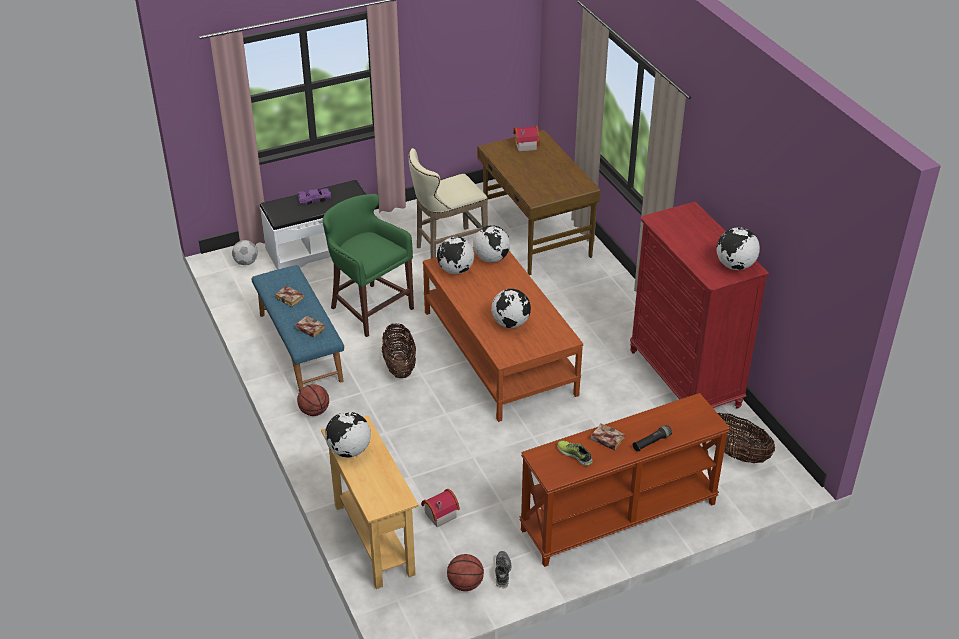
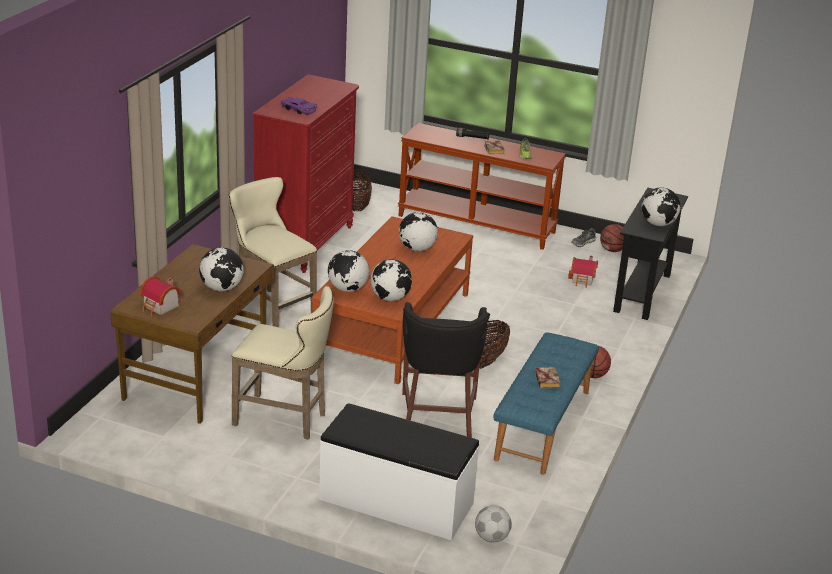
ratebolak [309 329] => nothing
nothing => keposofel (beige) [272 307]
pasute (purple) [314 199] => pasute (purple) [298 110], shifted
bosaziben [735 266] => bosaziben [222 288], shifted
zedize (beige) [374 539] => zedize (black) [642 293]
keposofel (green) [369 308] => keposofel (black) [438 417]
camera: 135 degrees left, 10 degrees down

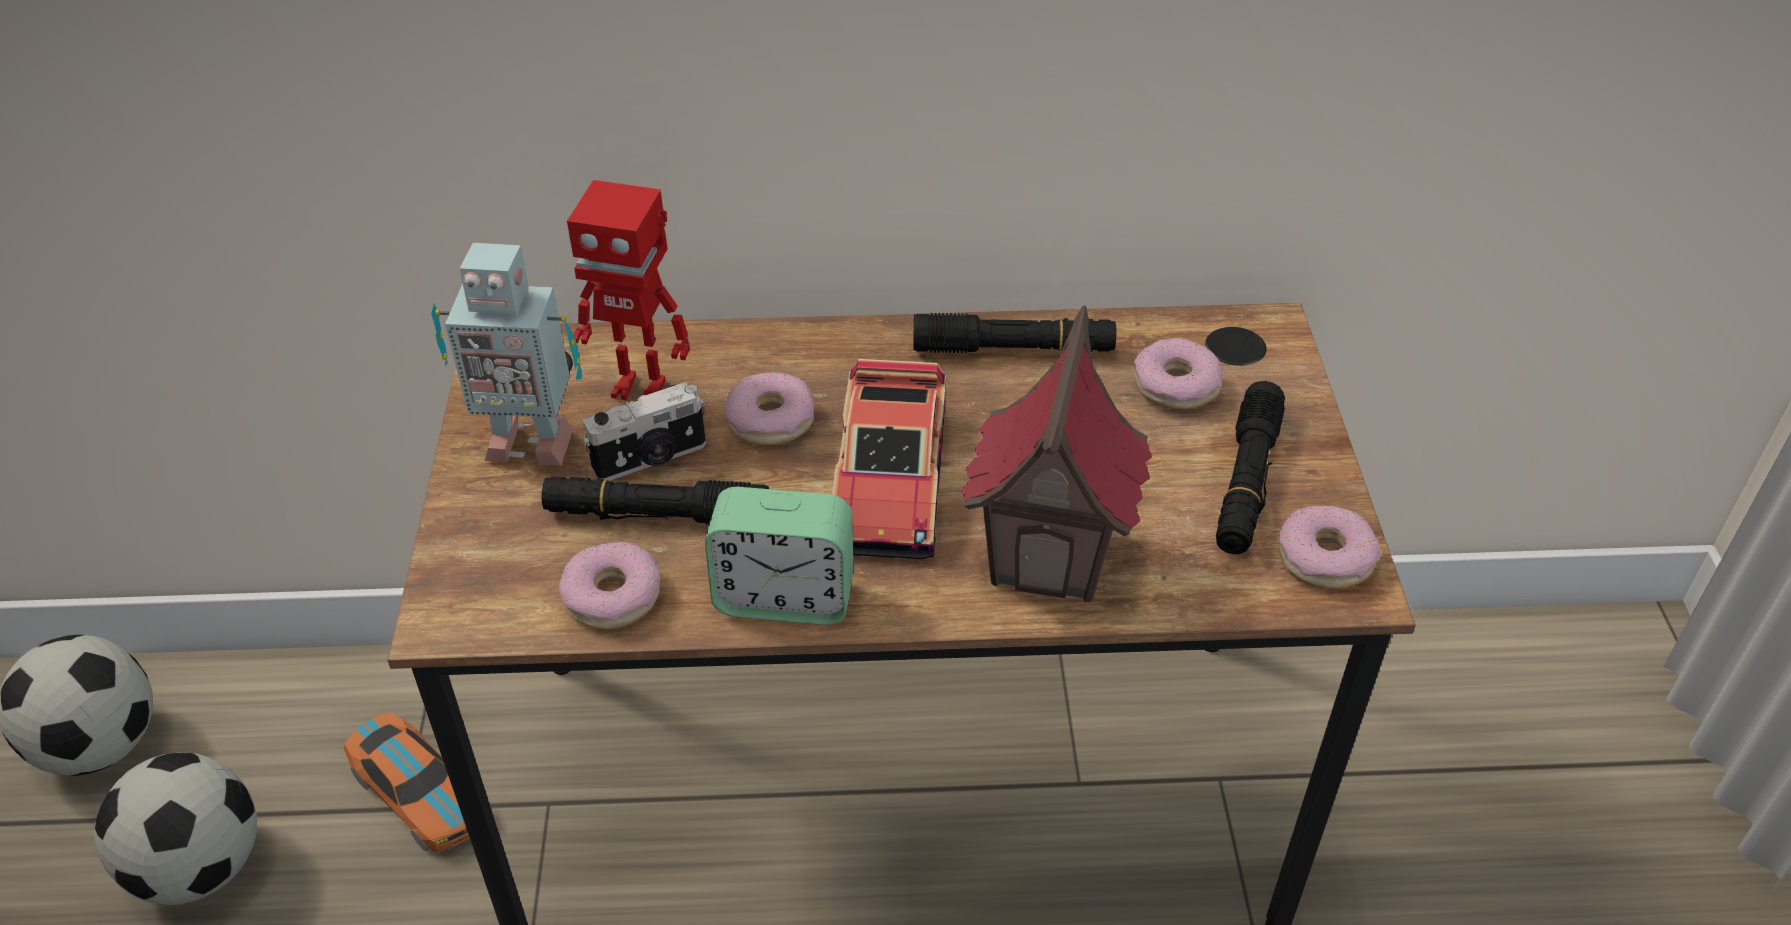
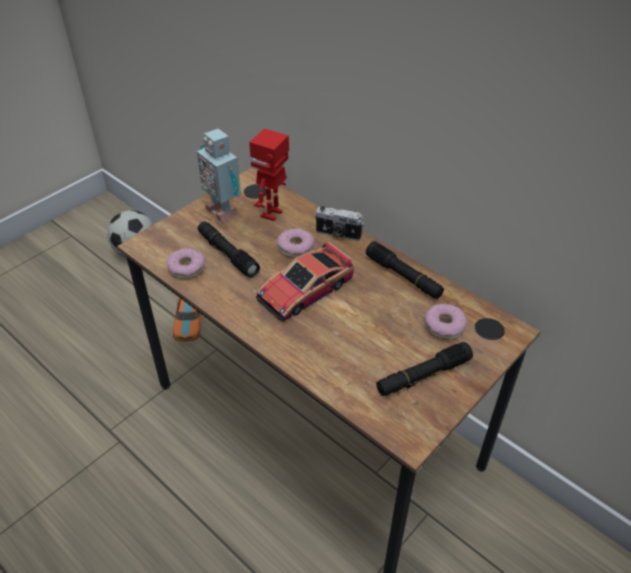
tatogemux [199 866] => nothing
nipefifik [784 597] => nothing
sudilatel [1051 556] => nothing
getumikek [1325 558] => nothing
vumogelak [651 459] => vumogelak [338 234], shifted
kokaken [641 387] => kokaken [272 214], 60 degrees clockwise
camera: 45 degrees right, 0 degrees up

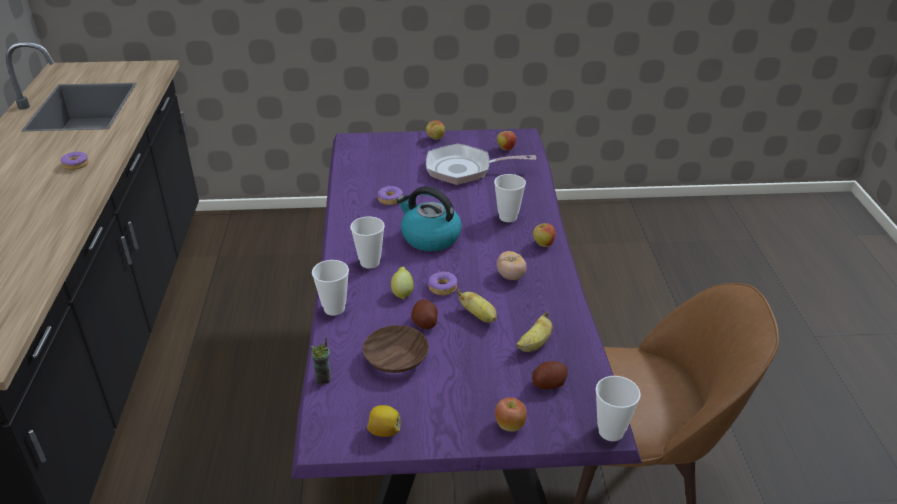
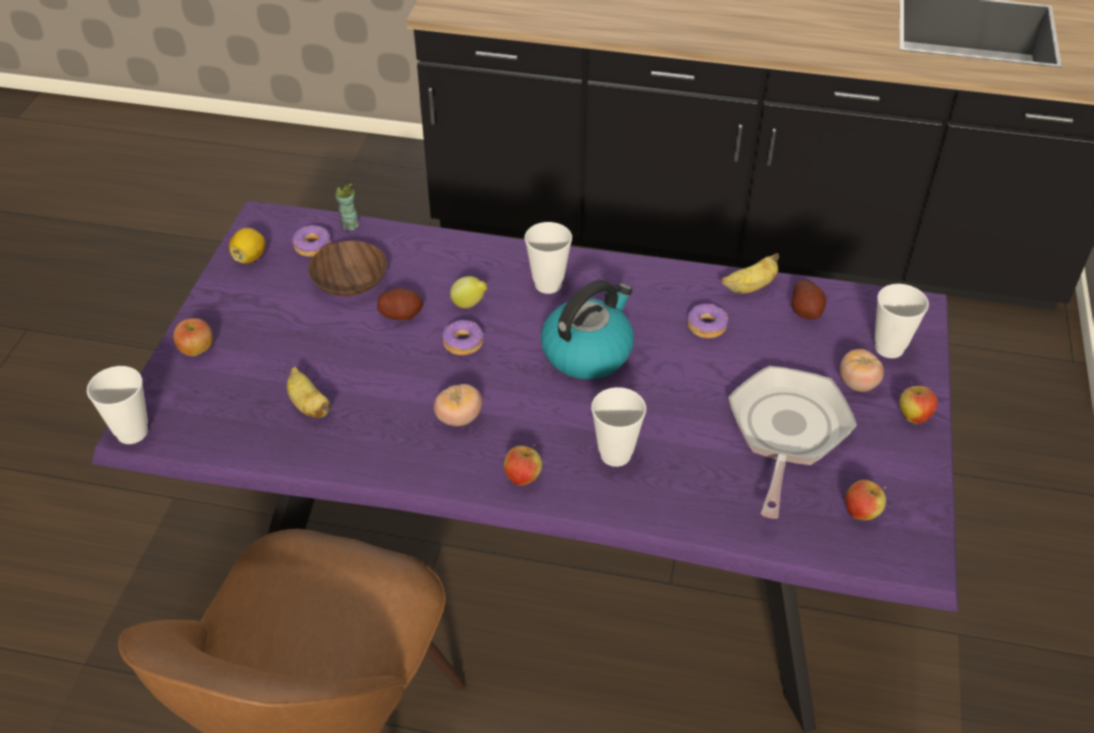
nothing => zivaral [857 383]
getumikek [76 165] => getumikek [313 246], shifted
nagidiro [334 308] => nagidiro [889 348], shifted
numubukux [479 316] => numubukux [750 287], shifted
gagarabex [548 383] => gagarabex [806 311], shifted
camera: 105 degrees right, 10 degrees up

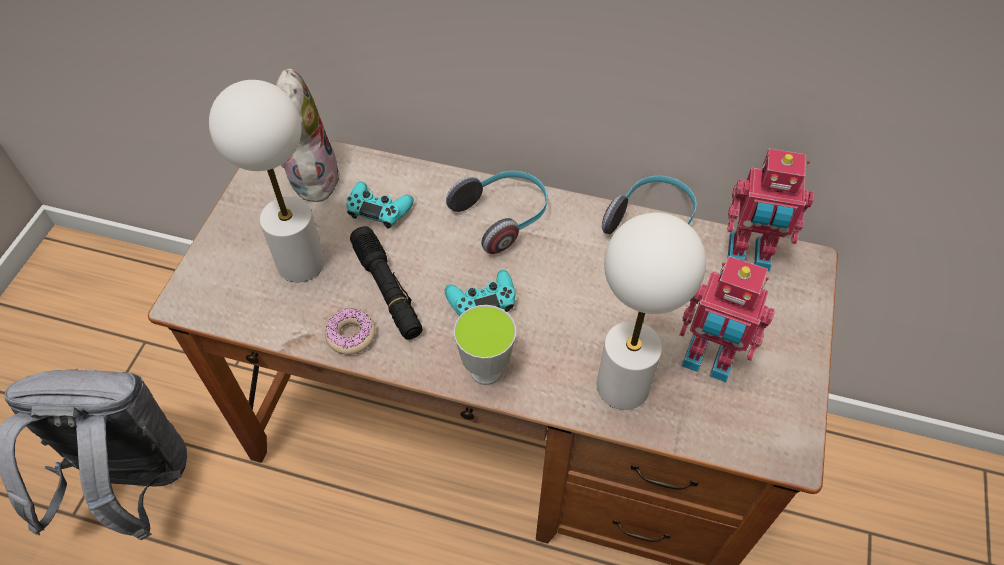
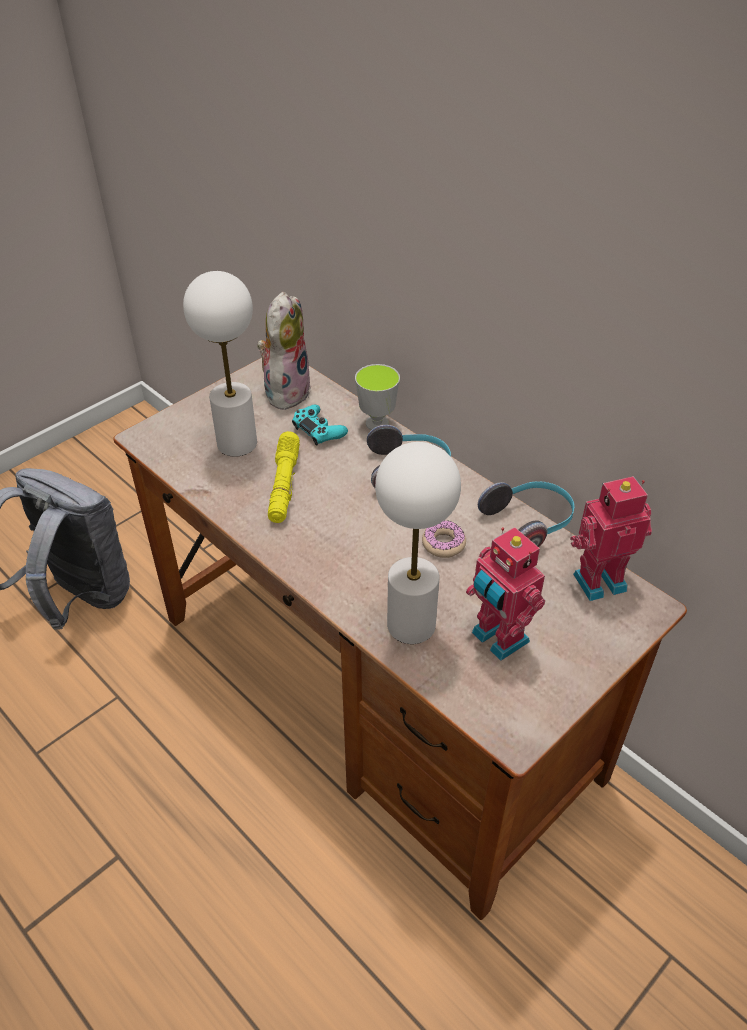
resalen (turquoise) [482 300] => nothing
getumikek [351 335] => getumikek [443 544], shifted
nagidiro [486 371] => nagidiro [377 423], shifted
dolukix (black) [387 289] => dolukix (yellow) [284 484]
kokaken [749 256] => kokaken [598 579], 120 degrees clockwise
camera: 30 degrees right, 10 degrees down

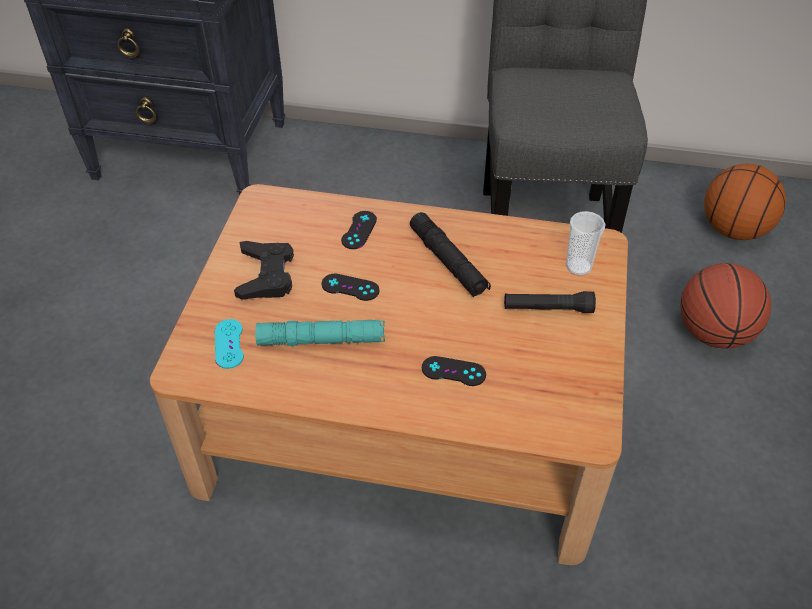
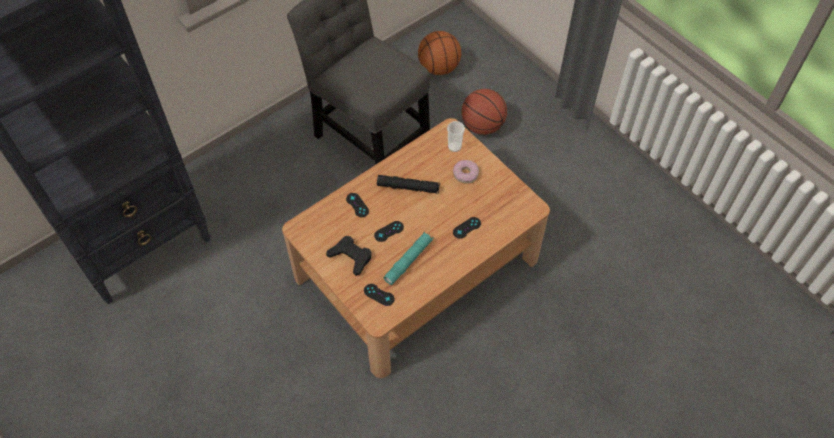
dolukix (black) [547 309] => getumikek [466 174]
resalen (turquoise) [229 344] => resalen (black) [379 295]
camera: 50 degrees left, 10 degrees up

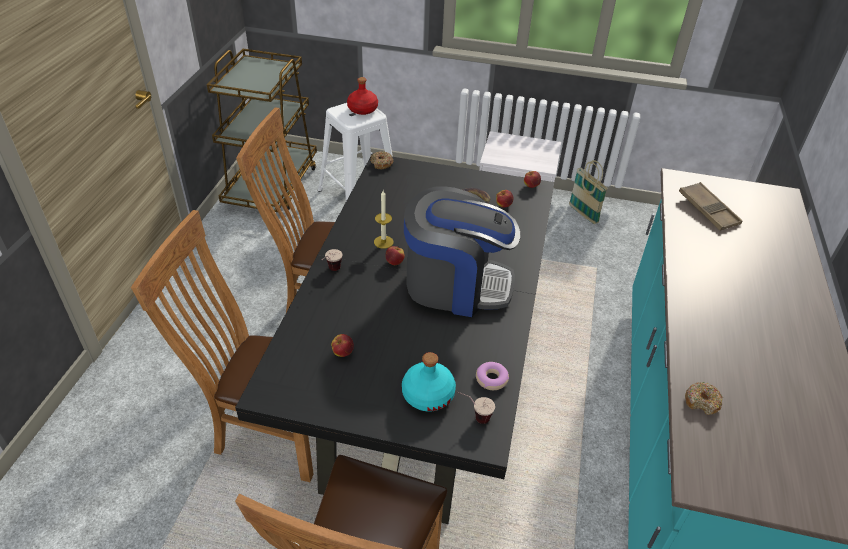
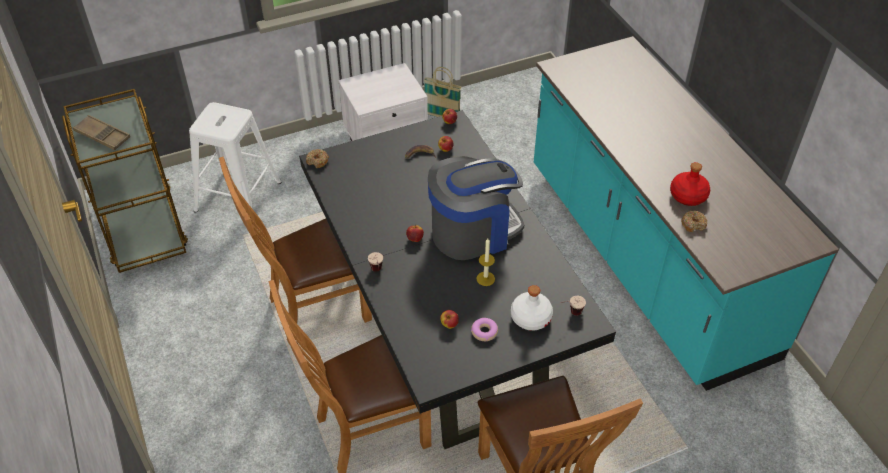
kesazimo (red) [363 109] => kesazimo (red) [688 196], shifted
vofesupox [383 242] => vofesupox [485 278], shifted
getumikek [491 379] => getumikek [484 332], shifted
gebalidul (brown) [708 210] => gebalidul (brown) [102 136], shifted
kesazimo (turquoise) [427 394] => kesazimo (white) [530 317]
camera: 35 degrees left, 5 degrees up

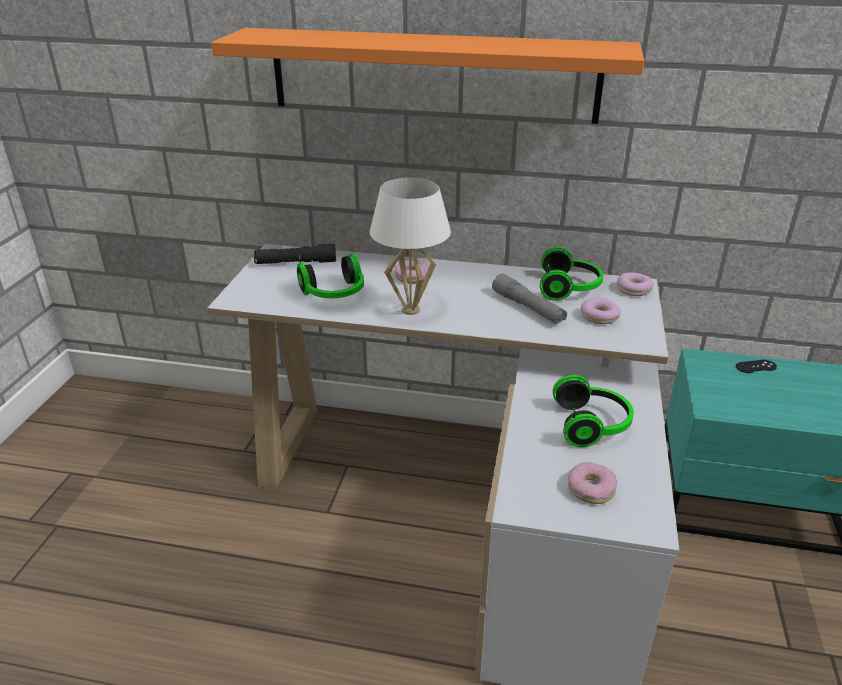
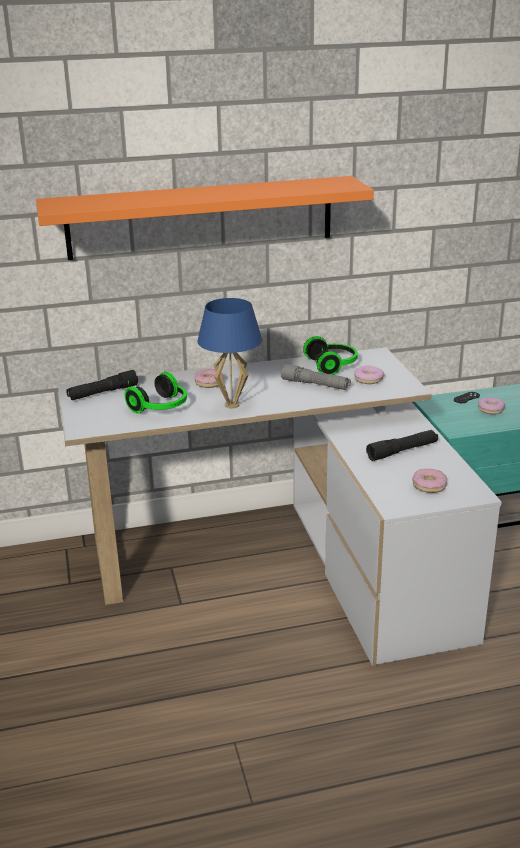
getumikek [634 289] => getumikek [490 409], shifted
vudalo [592 425] => dolukix (black) [402 451]
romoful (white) [410 310] => romoful (blue) [231 405]
camera: 25 degrees left, 5 degrees down

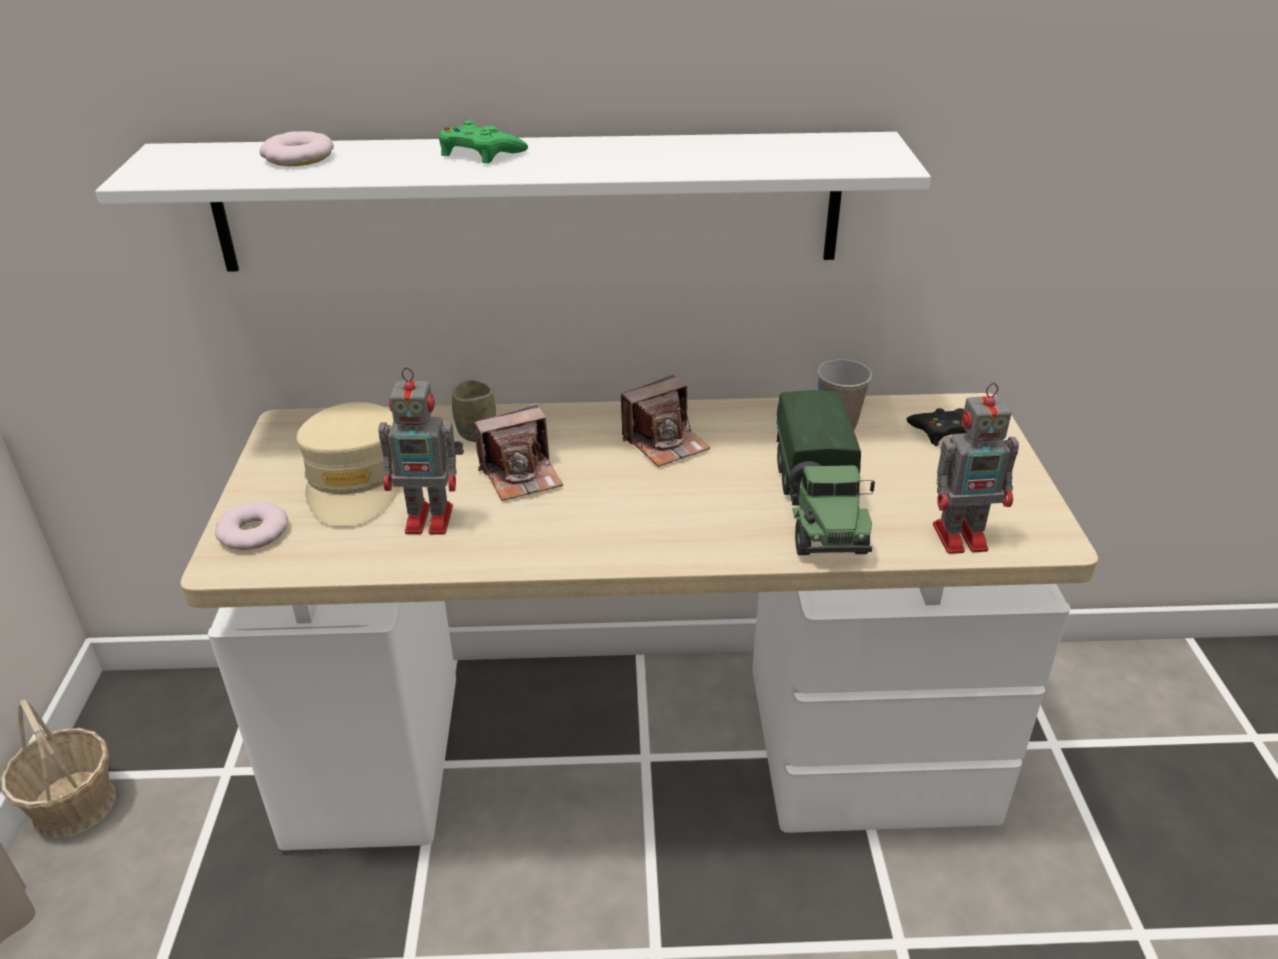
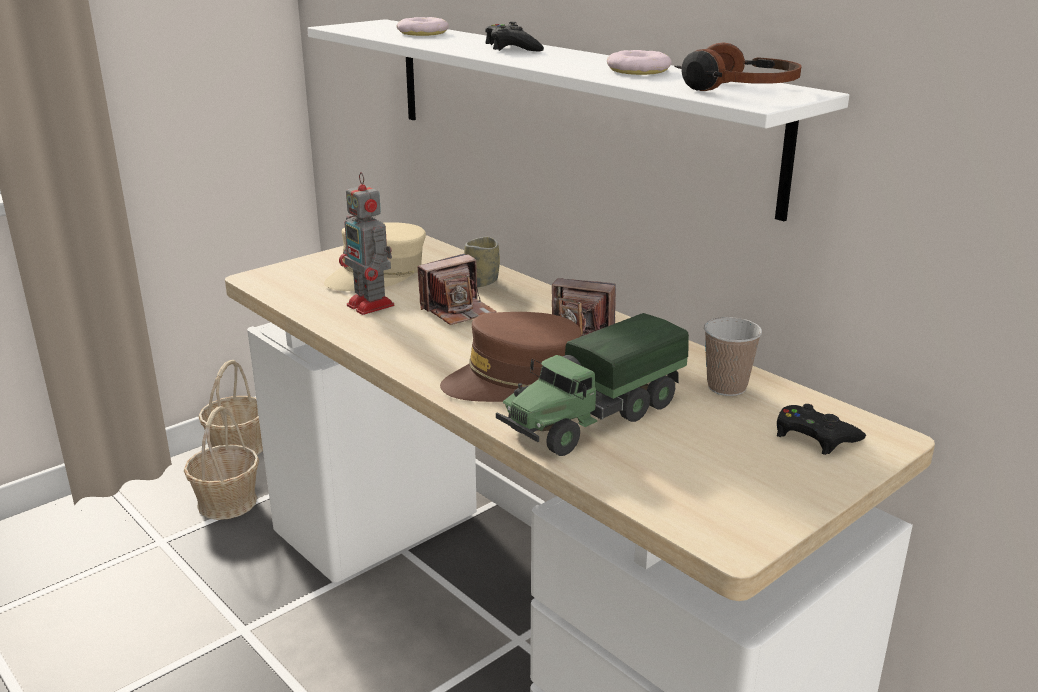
kokaken [963 536] => nothing
nothing => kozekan [227 503]
nothing => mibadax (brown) [513 378]
nothing => vudalo [736 89]
getumikek [253 532] => getumikek [638 70], shifted
resalen (green) [480 153] => resalen (black) [512 47]
vumogelak [521 475] => vumogelak [458 310], 60 degrees counterclockwise
camera: 50 degrees right, 10 degrees down

